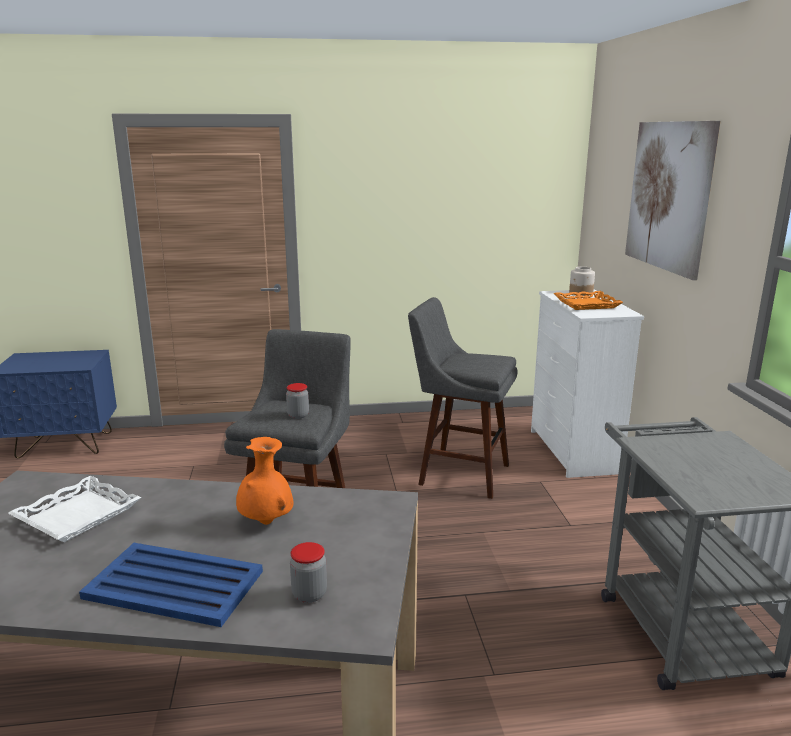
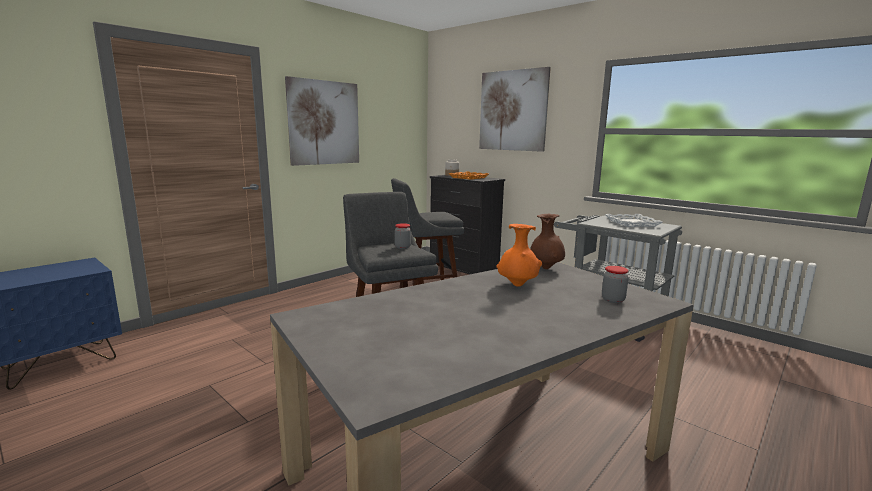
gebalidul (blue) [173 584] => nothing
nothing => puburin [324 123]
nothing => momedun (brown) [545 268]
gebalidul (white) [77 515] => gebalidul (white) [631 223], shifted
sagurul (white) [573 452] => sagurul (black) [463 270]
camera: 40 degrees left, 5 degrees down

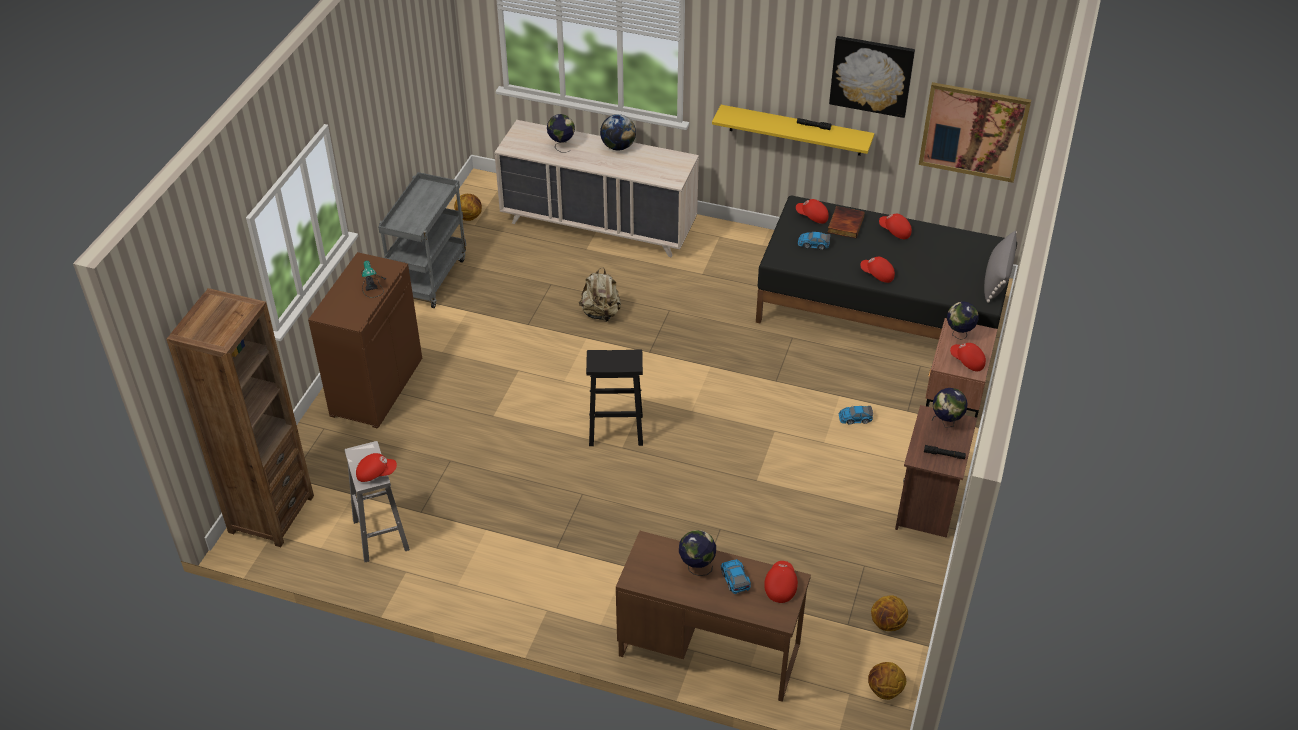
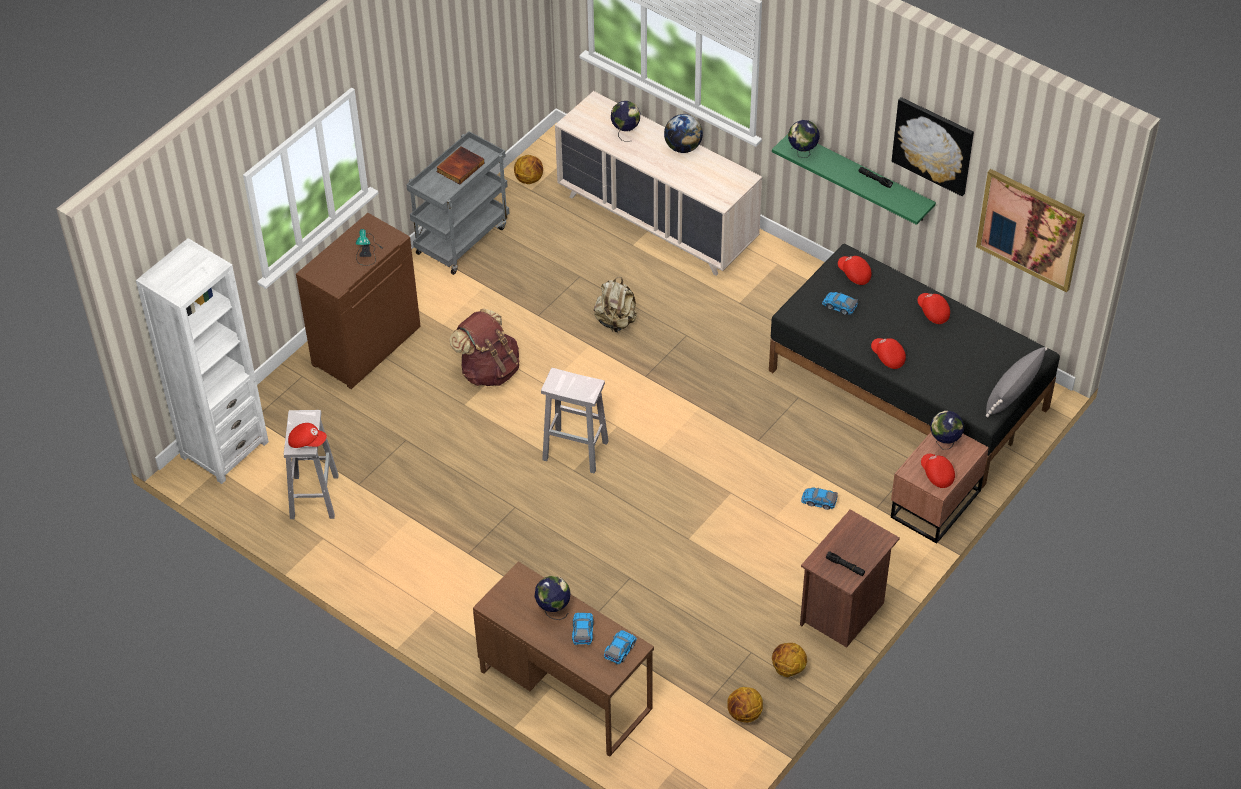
nothing => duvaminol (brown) [489 370]
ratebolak [845 224] => ratebolak [460 167], shifted
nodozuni [884 690] => nodozuni [788 669], shifted
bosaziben [946 423] => bosaziben [802 153], shifted
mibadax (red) [780 586] => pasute [620 649]
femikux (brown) [271 514] => femikux (white) [224 449]
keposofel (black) [617 430] => keposofel (white) [576 451]
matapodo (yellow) [795 130] => matapodo (green) [861 177]
camera: 20 degrees right, 5 degrees up

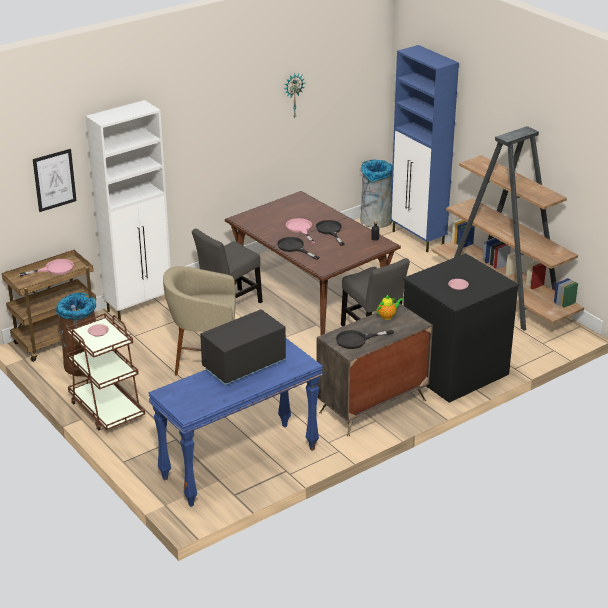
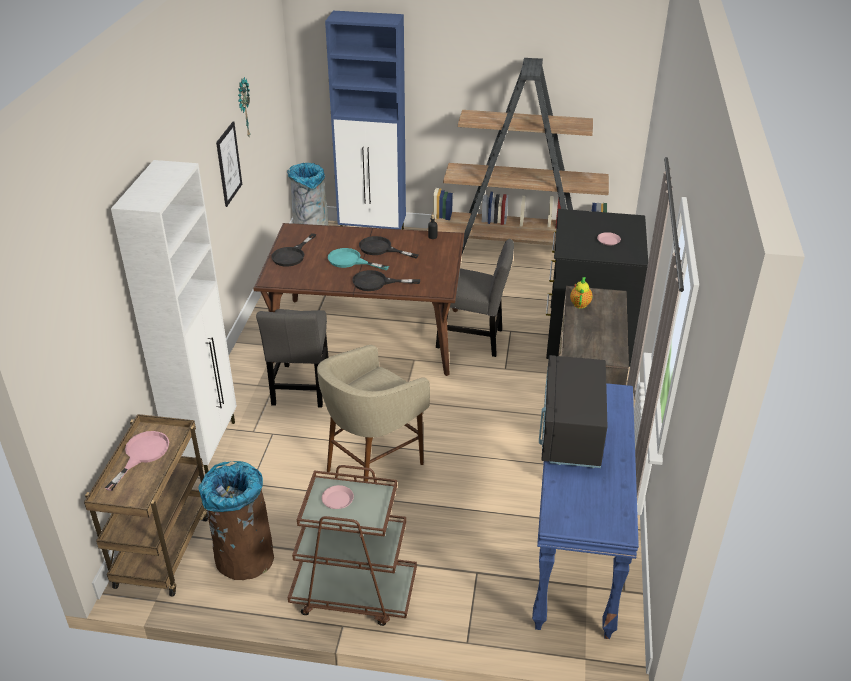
puburin [54 180] => puburin [229 164], shifted
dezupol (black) [357 340] => dezupol (black) [292 255], shifted
dezupol (pink) [300 229] => dezupol (turquoise) [350 261]
camera: 45 degrees left, 5 degrees up

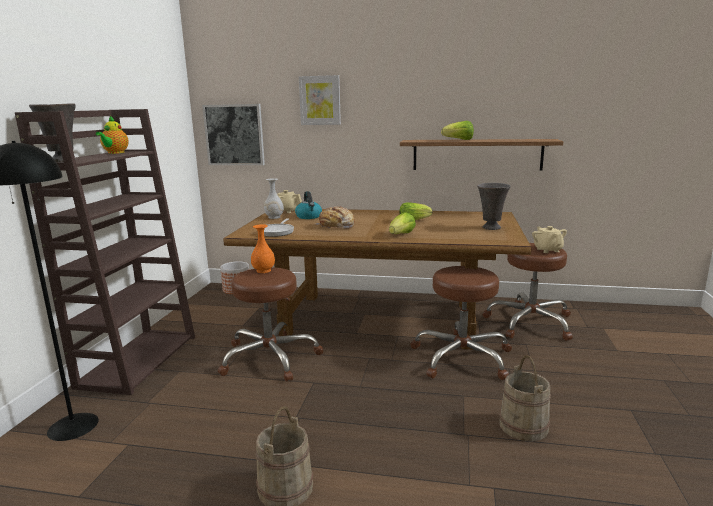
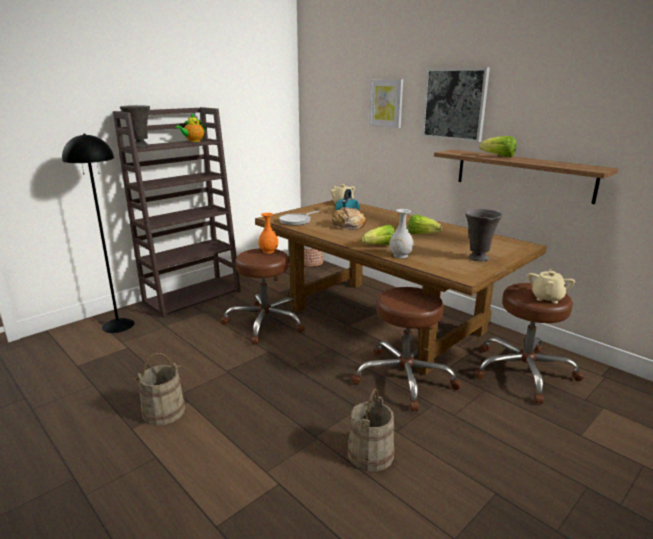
puburin [234 135] => puburin [454 104], shifted
momedun (white) [274 217] => momedun (white) [400 255], shifted
camera: 35 degrees right, 5 degrees up

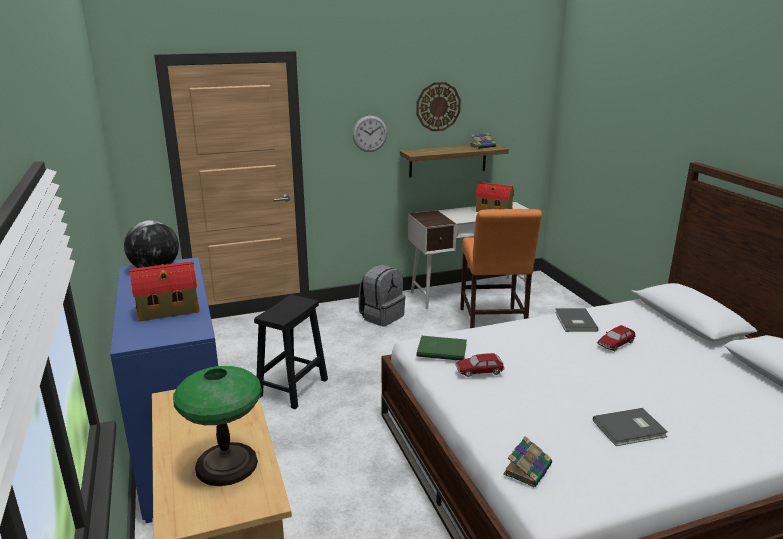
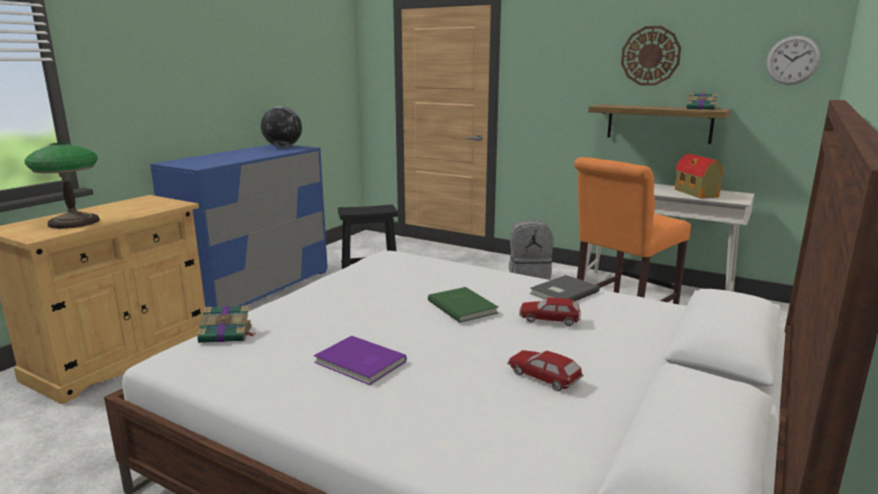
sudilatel [170 311] => nothing
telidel [370 133] => telidel [792 60], shifted
ratebolak (green) [441 349] => ratebolak (green) [463 306], shifted
pasute [479 371] => pasute [543 377], shifted
ratebolak (grey) [630 429] => ratebolak (purple) [359 363]
camera: 50 degrees right, 5 degrees down

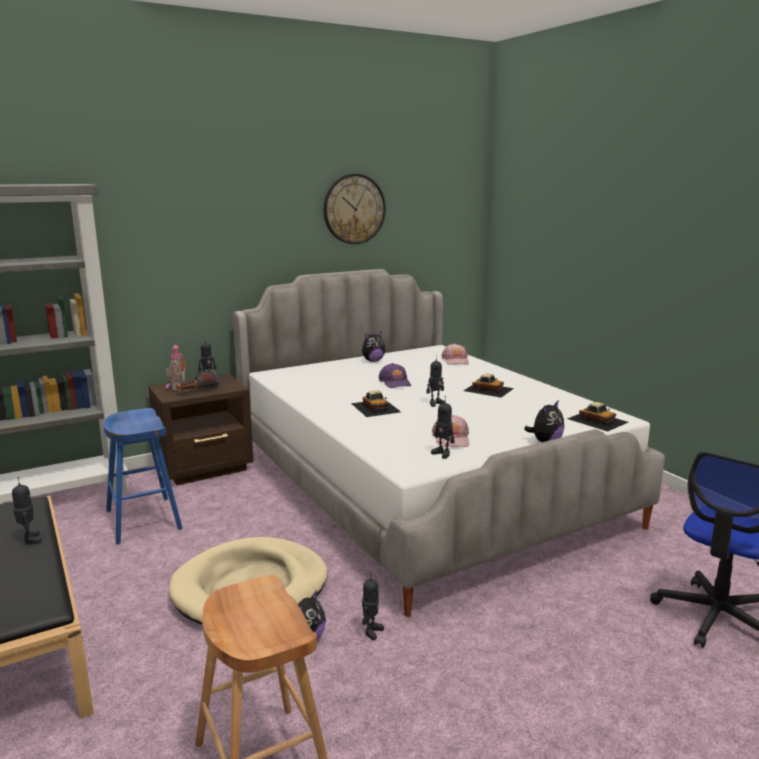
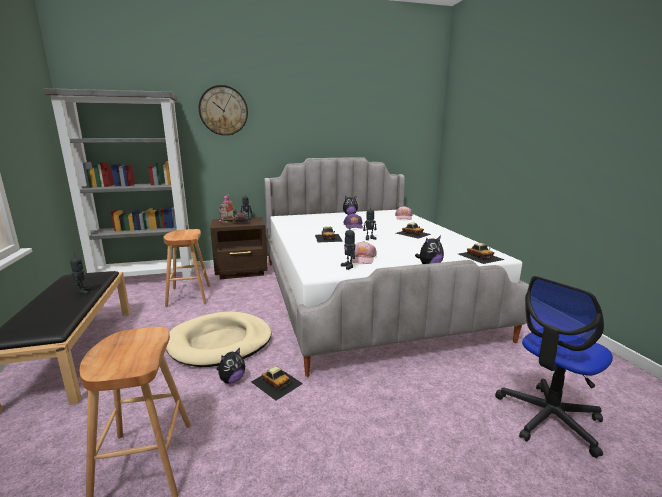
telidel [354 209] => telidel [223 110], shifted
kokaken [371 631] => pasute [276 382]
keposofel (blue) [143 520] => keposofel (brown) [189 295]
camera: 15 degrees right, 0 degrees up

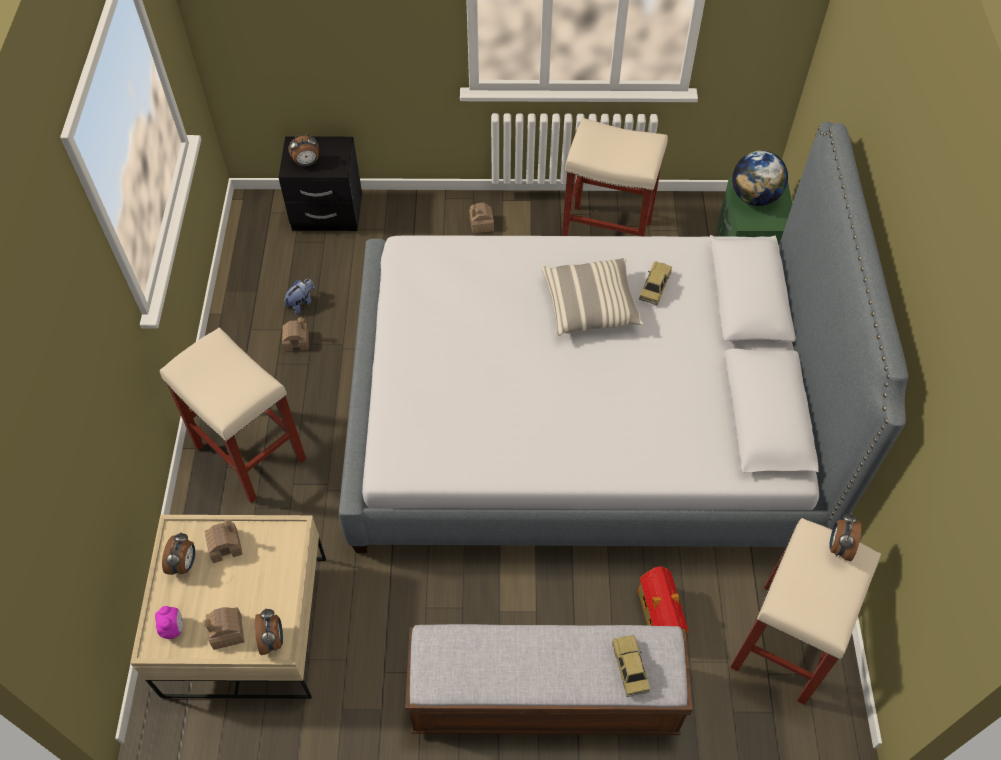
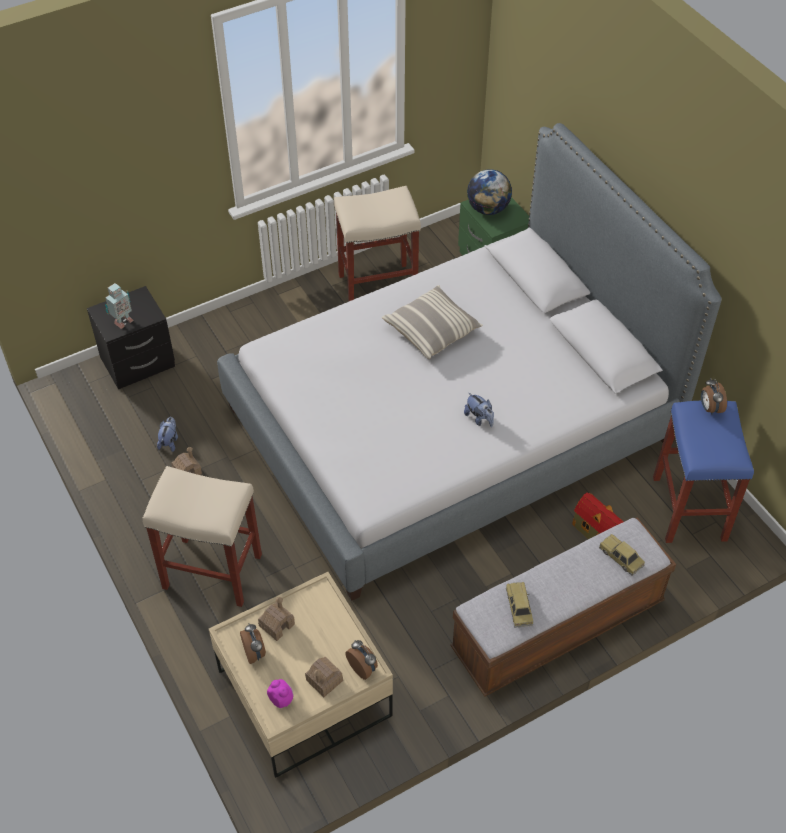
sudilatel [481 224] => nothing
nothing => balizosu [479 418]
pasute [654 287] => pasute [519 608], shifted
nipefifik [307 163] => kokaken [122 321]
keposofel (beige) [784 644] => keposofel (blue) [690 509]
camera: 30 degrees left, 5 degrees down

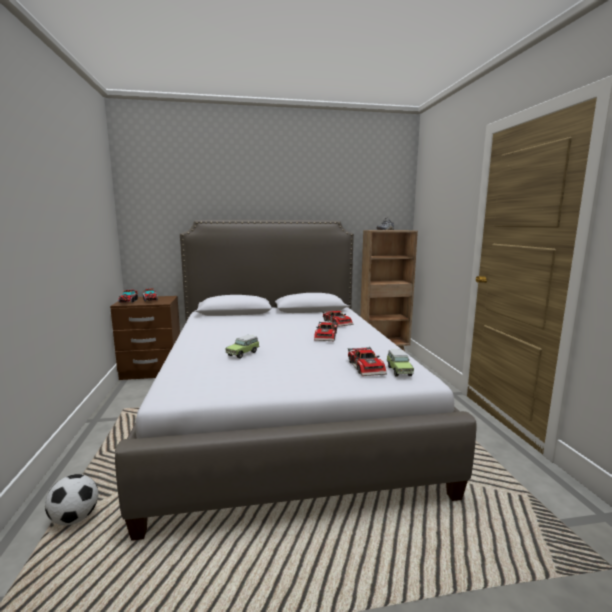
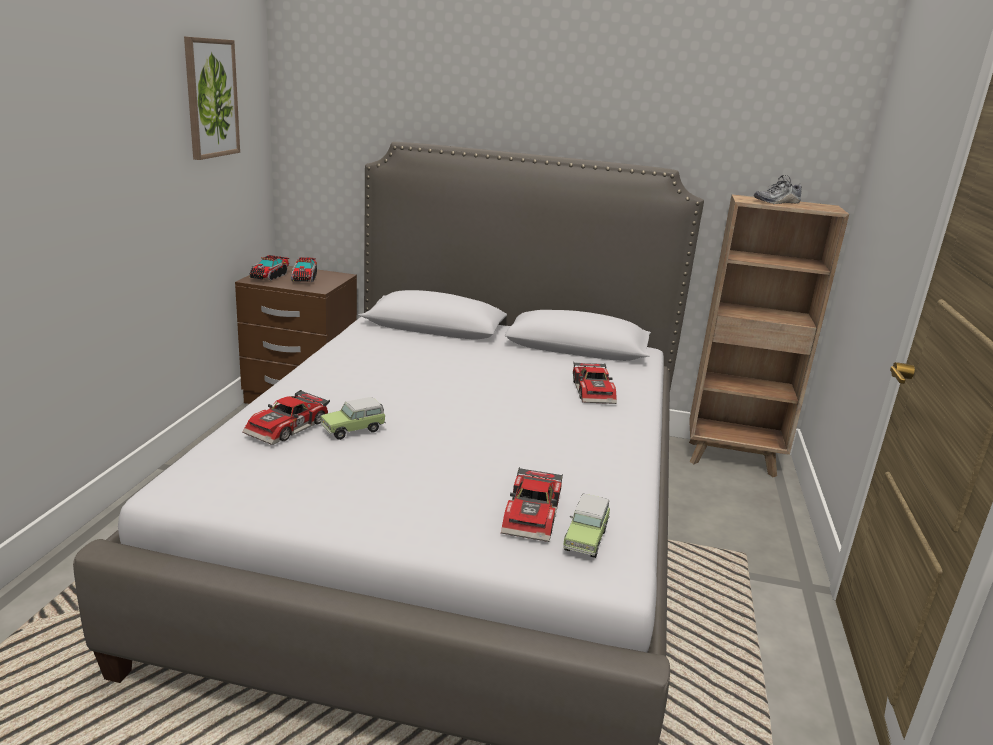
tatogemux [75 518] => nothing
nothing => puburin [211 98]
pasute [327 336] => pasute [289 427], shifted
camera: 20 degrees right, 10 degrees up

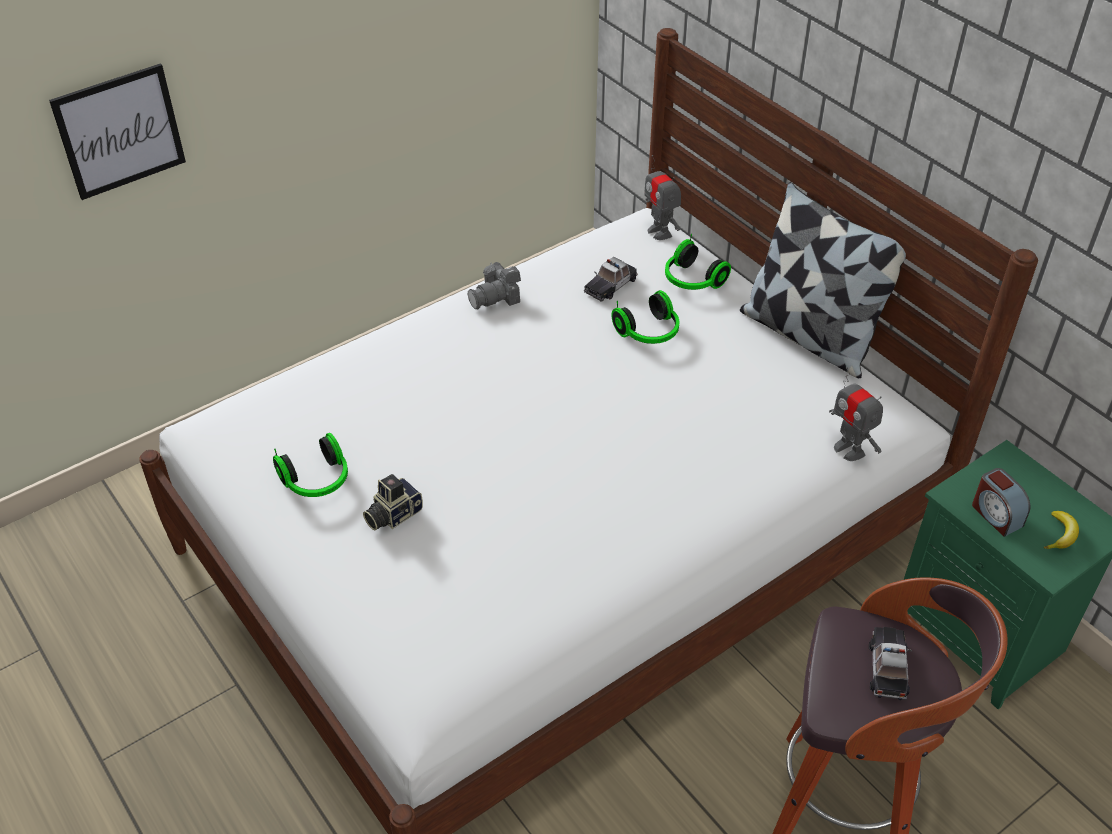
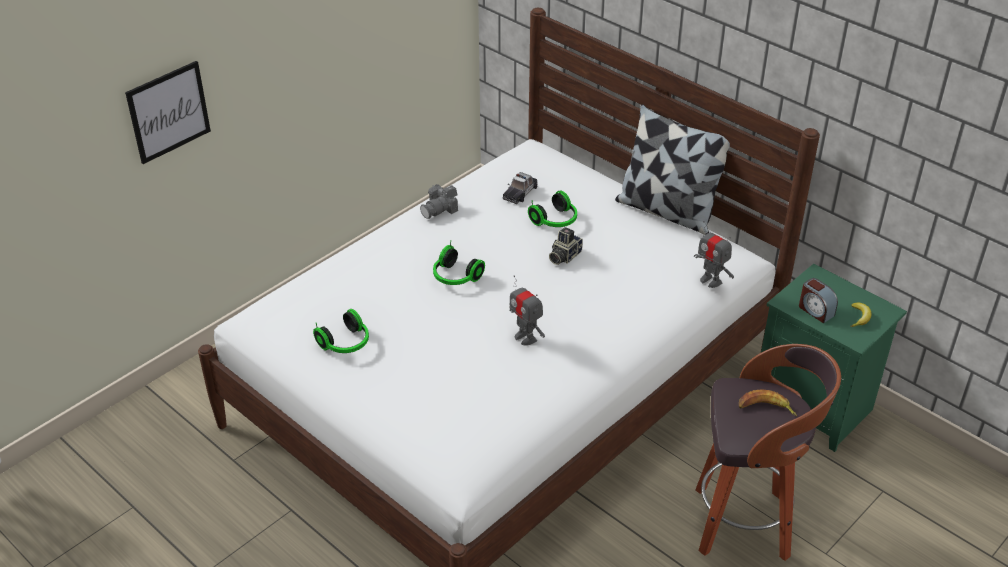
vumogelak [392 514] => vumogelak [563 256], shifted
kokaken [660 232] => kokaken [525 337], shifted
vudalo [691 281] => vudalo [455 277], shifted
pasute [888 667] => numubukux [765 408]
camera: 10 degrees left, 5 degrees down

